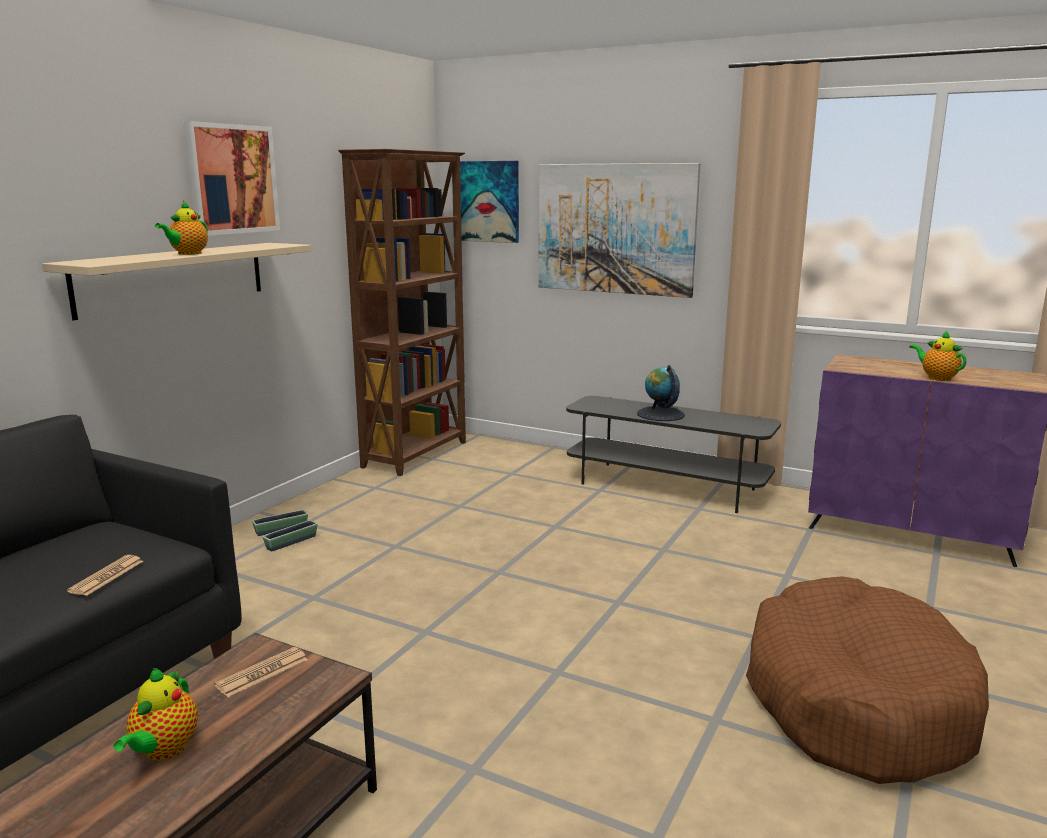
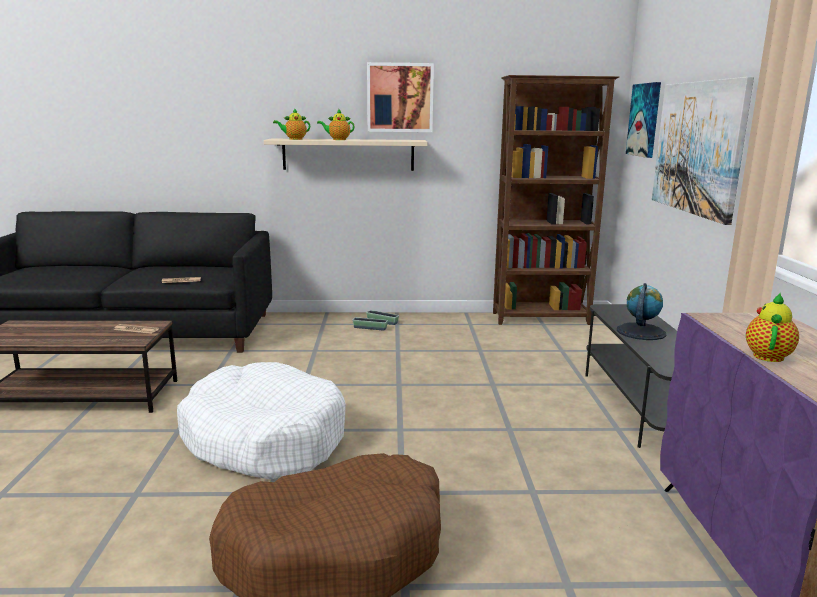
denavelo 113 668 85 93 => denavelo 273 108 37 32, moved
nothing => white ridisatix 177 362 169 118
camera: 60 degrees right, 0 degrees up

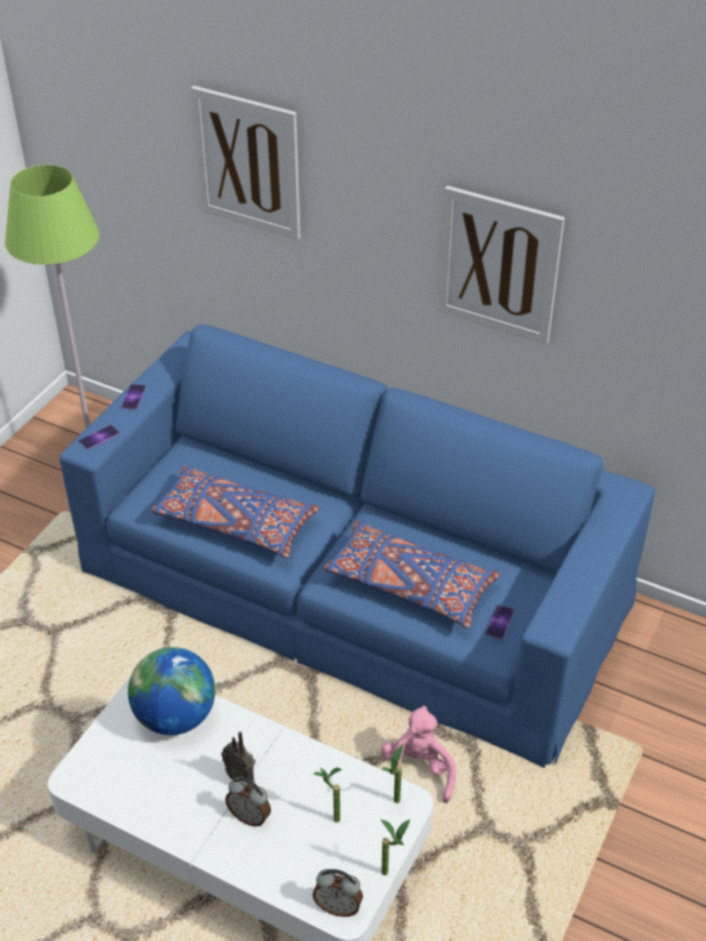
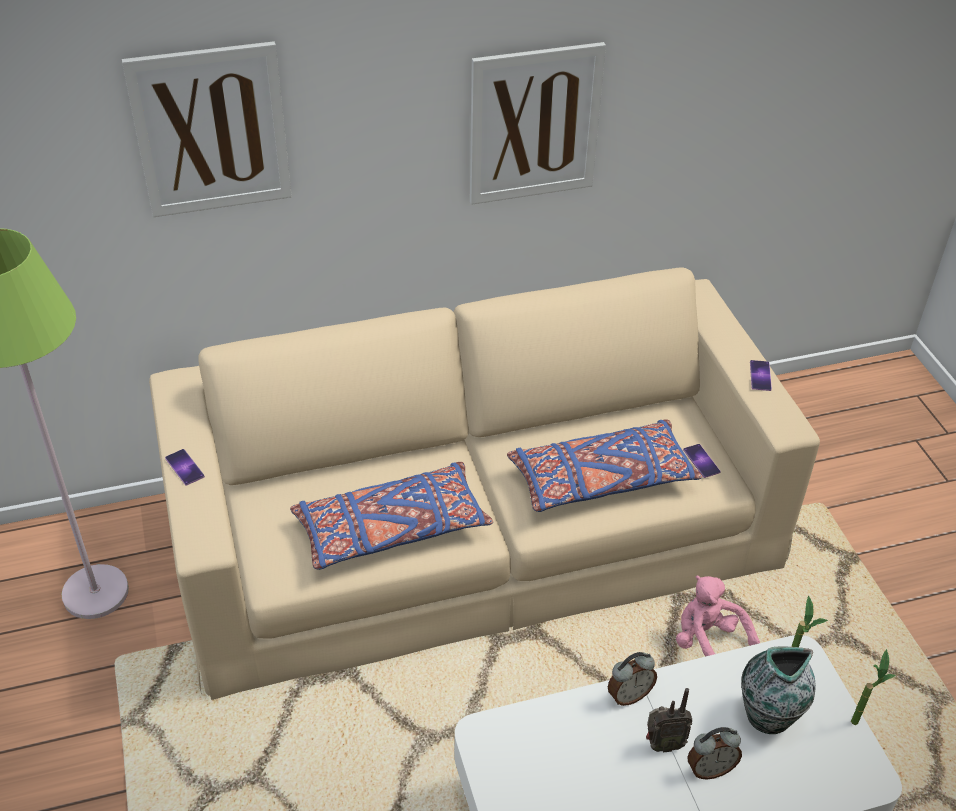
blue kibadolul 60 324 595 444 => beige kibadolul 149 267 671 433
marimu 79 425 41 25 => marimu 750 360 22 31, moved
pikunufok 128 647 87 88 => nothing
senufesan 314 768 28 54 => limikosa 741 647 75 87
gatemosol 313 869 50 48 => gatemosol 608 652 49 54, moved
camera: 45 degrees left, 0 degrees up

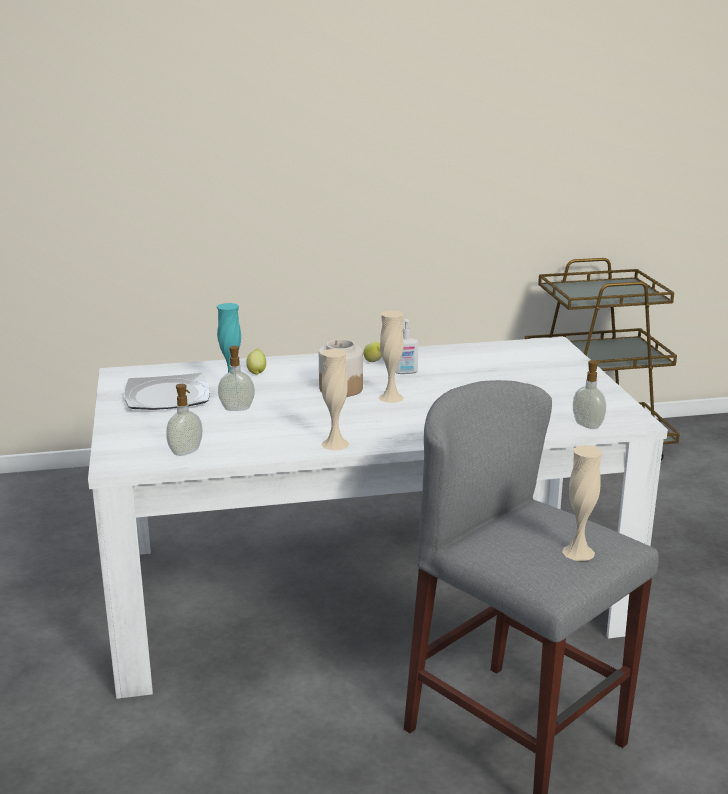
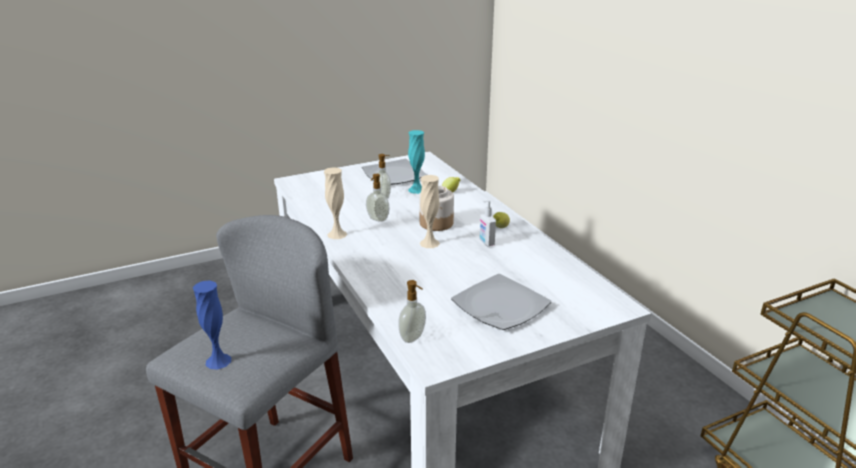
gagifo 166 384 36 72 => gagifo 366 174 23 48, moved
beige limikosa 562 445 41 116 => blue limikosa 193 280 38 90
nothing => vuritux 451 274 100 56
camera: 75 degrees right, 5 degrees up

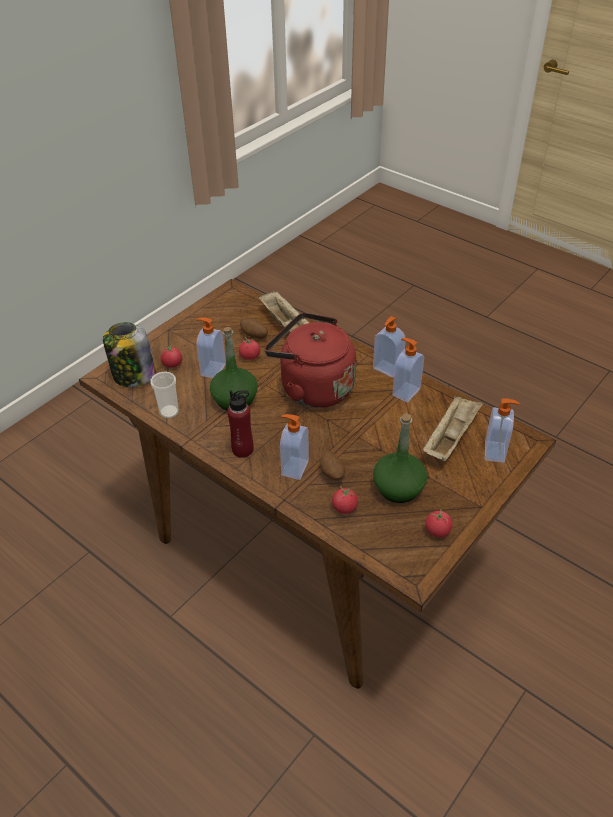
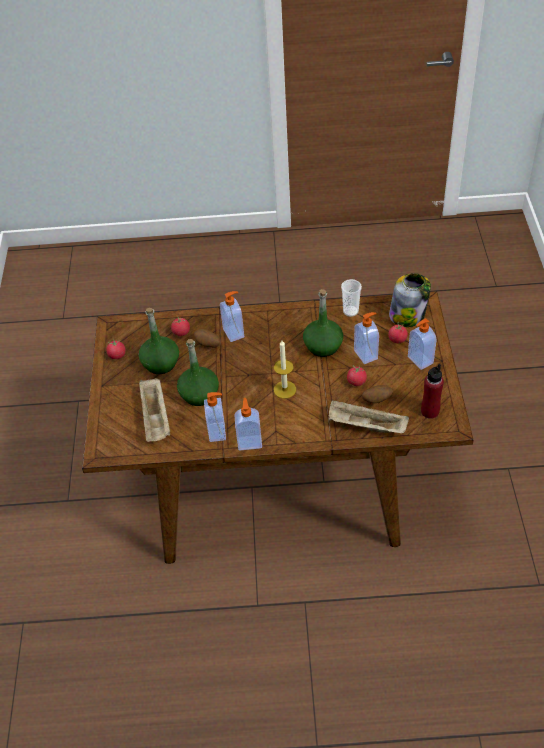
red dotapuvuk 265 312 91 96 => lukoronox 274 340 22 59
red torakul 227 390 27 68 => red torakul 421 364 23 55, moved
gagifo 485 398 34 65 => gagifo 408 318 29 52, moved
nothing => green torakul 177 339 42 67
camera: 140 degrees right, 5 degrees up

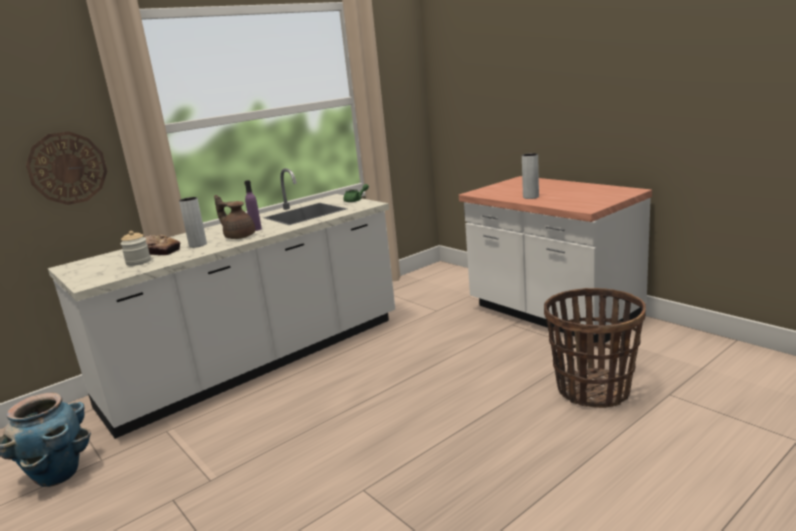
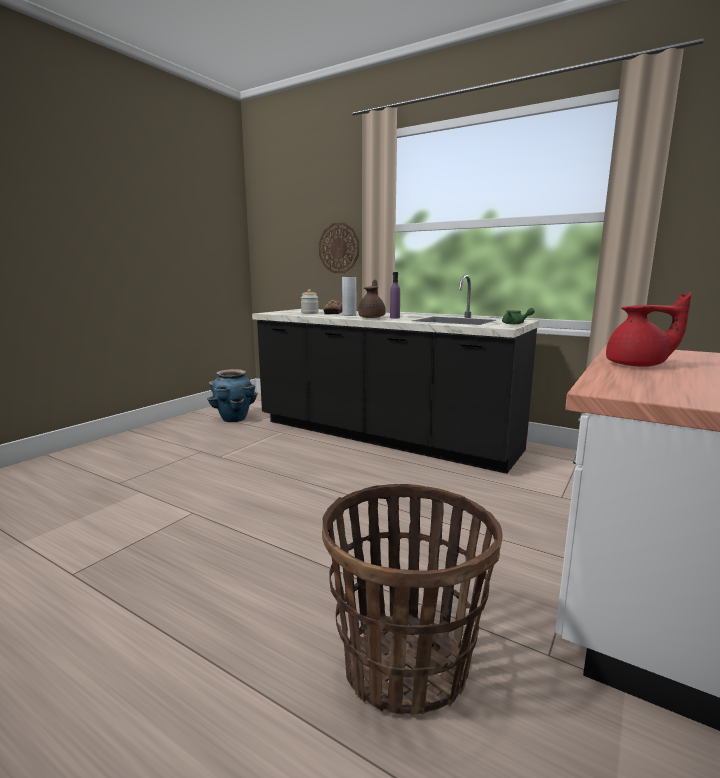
grey limikosa 522 153 17 46 => red denavelo 606 292 85 75
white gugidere 48 168 347 271 => black gugidere 252 275 288 199
camera: 70 degrees right, 5 degrees down

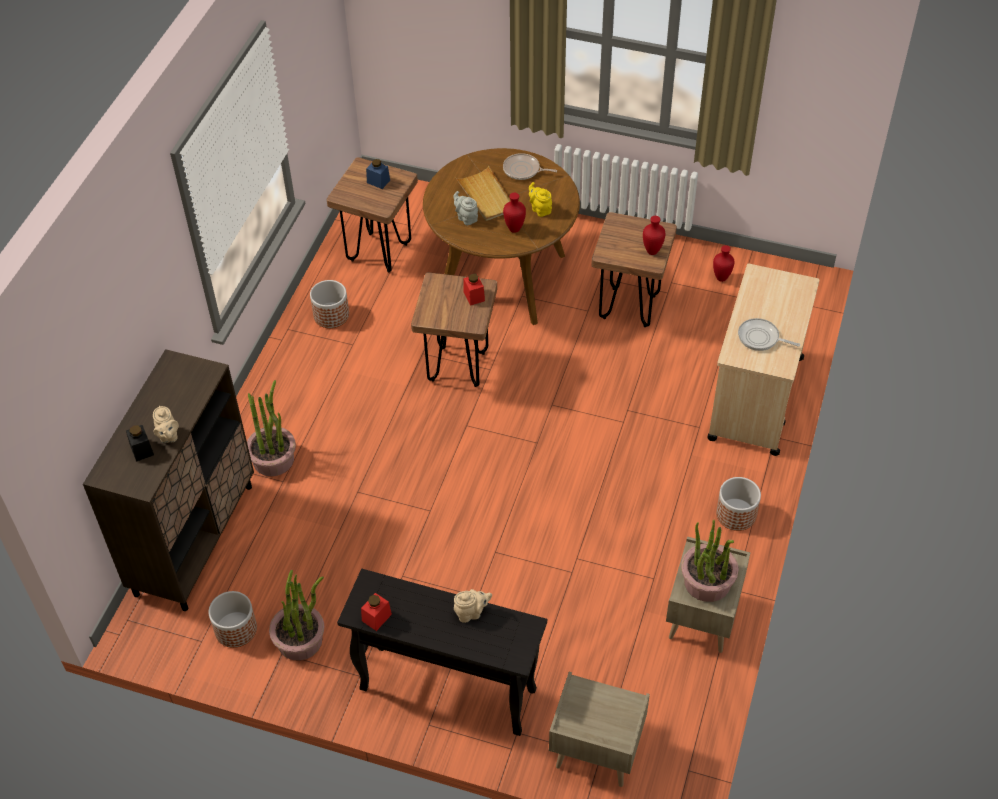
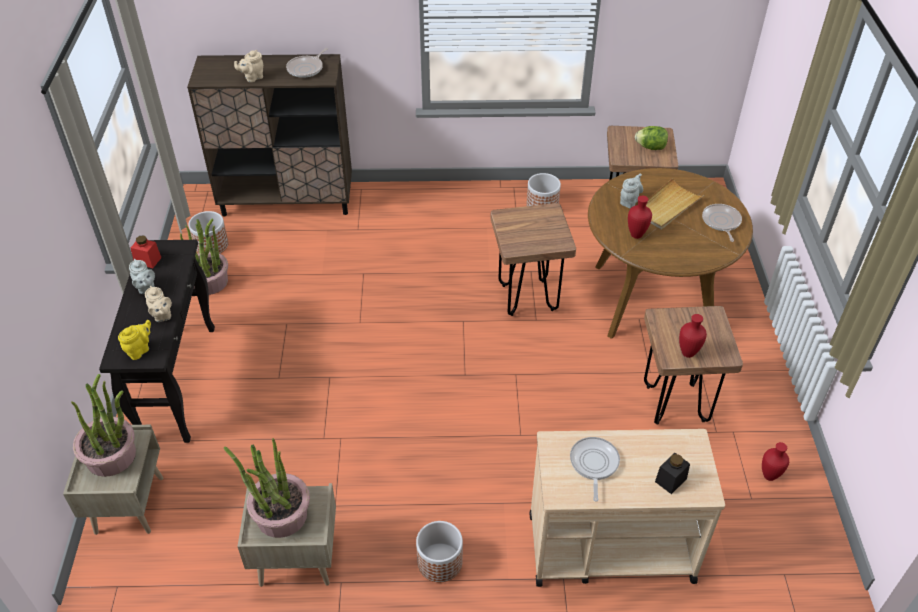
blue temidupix 366 159 24 30 => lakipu 635 126 33 24
yellow denavelo 529 182 23 35 => yellow denavelo 118 320 33 40, moved
red temidupix 463 274 22 32 => nothing
senufesan 247 380 49 96 => senufesan 71 374 65 103, moved
black temidupix 126 425 28 37 => black temidupix 655 453 35 41, moved
nothing => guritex 286 48 42 30
nothing => grey denavelo 129 259 26 35
camera: 70 degrees right, 5 degrees down

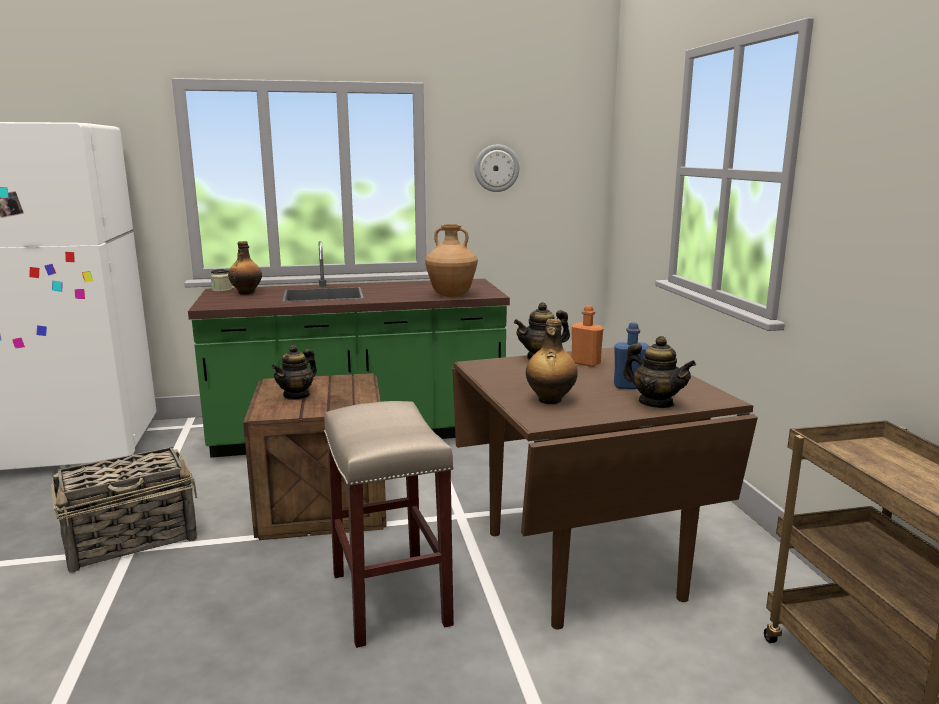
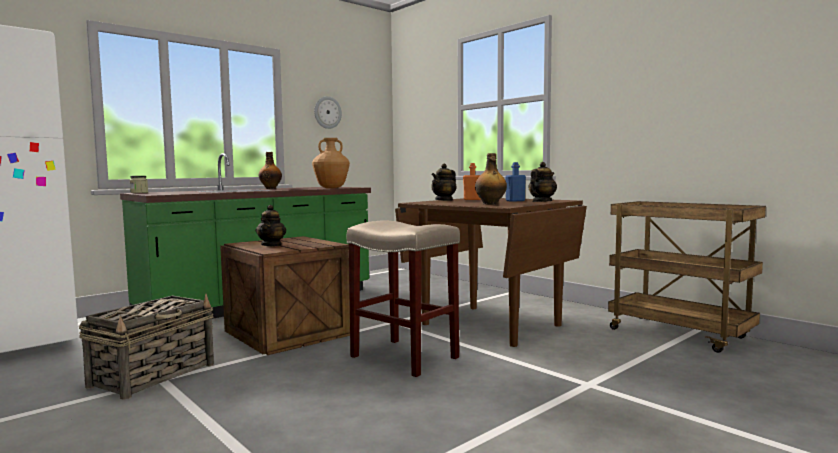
torakul 228 241 34 54 => torakul 258 152 24 37, moved
denavelo 623 336 73 72 => denavelo 528 162 29 40, 60 degrees counterclockwise
camera: 30 degrees left, 10 degrees down

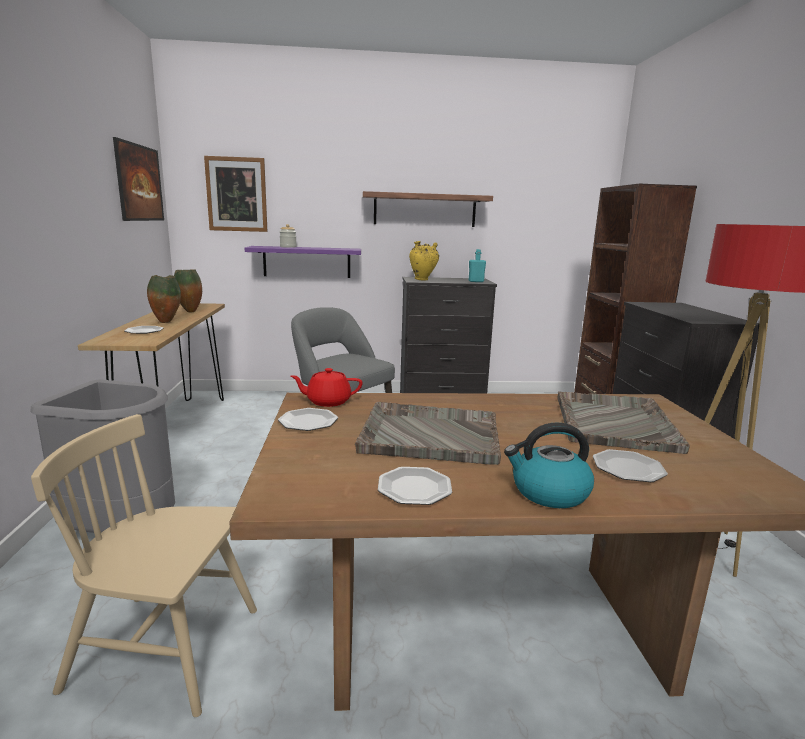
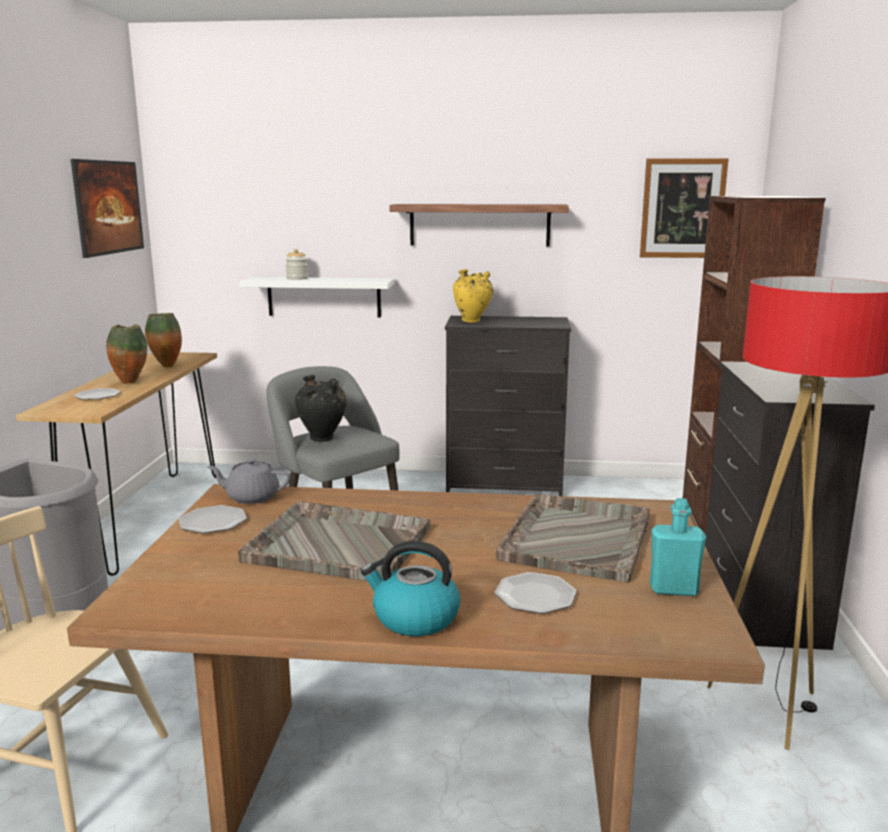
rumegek 204 156 64 76 => rumegek 640 158 89 100, moved
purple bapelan 244 246 117 32 => white bapelan 239 277 156 40
turquoise torakul 469 249 17 33 => turquoise torakul 650 498 56 98, moved
red denavelo 290 368 73 39 => grey denavelo 207 458 84 46
vuritux 378 467 74 38 => nothing
nothing => black limikosa 295 375 52 67
camera: 10 degrees right, 0 degrees up

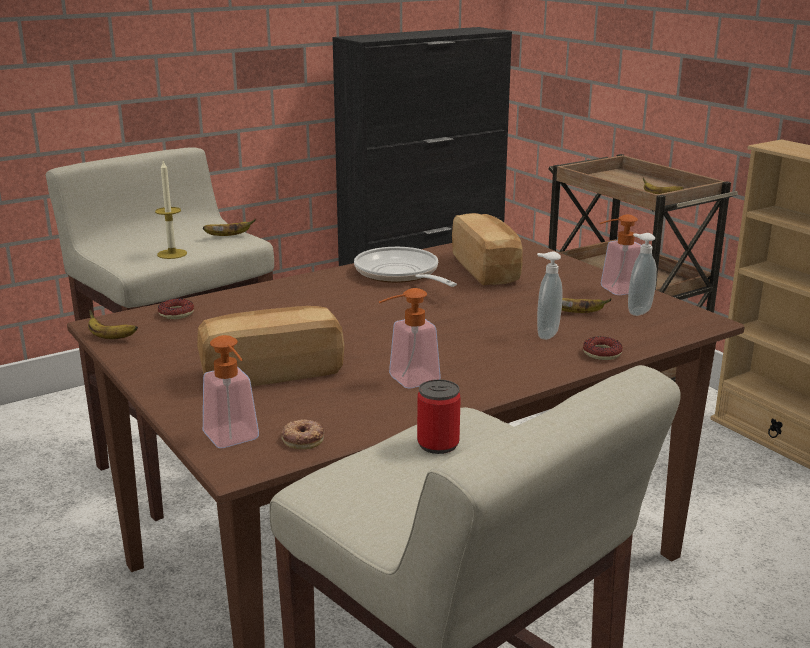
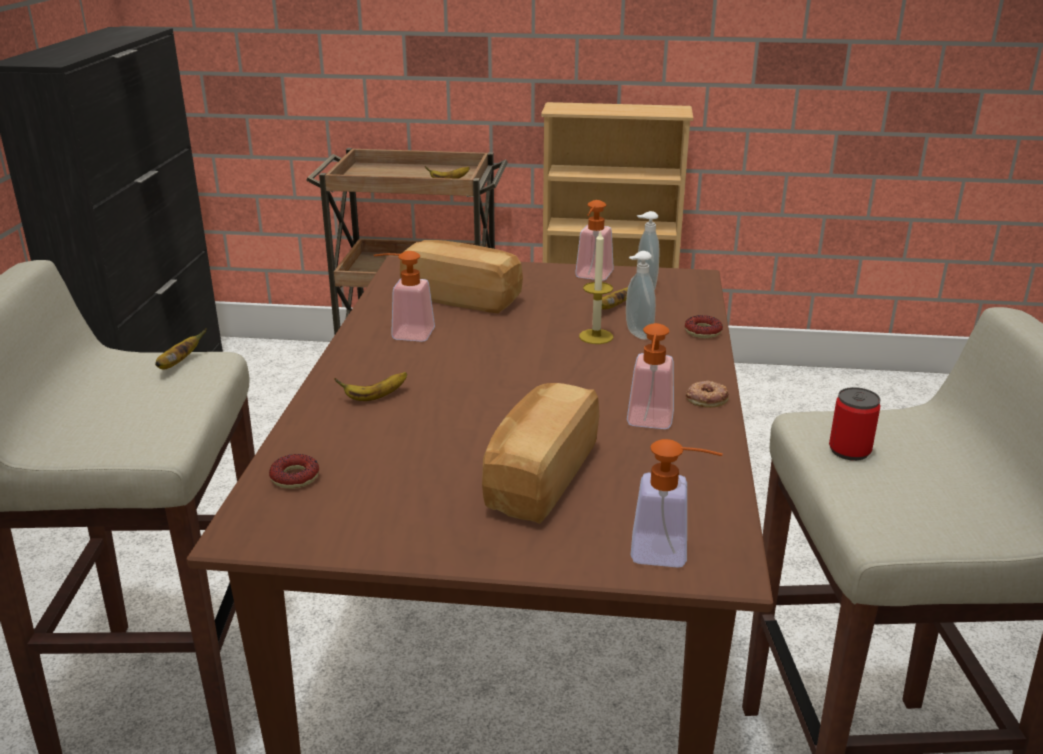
lukoronox 155 161 32 98 => lukoronox 579 230 34 114, moved
guritex 354 247 103 40 => gagifo 374 251 61 91
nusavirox 88 310 50 29 => nusavirox 334 372 73 29, moved
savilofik 281 419 44 31 => savilofik 686 380 43 28, moved
camera: 50 degrees left, 5 degrees up

